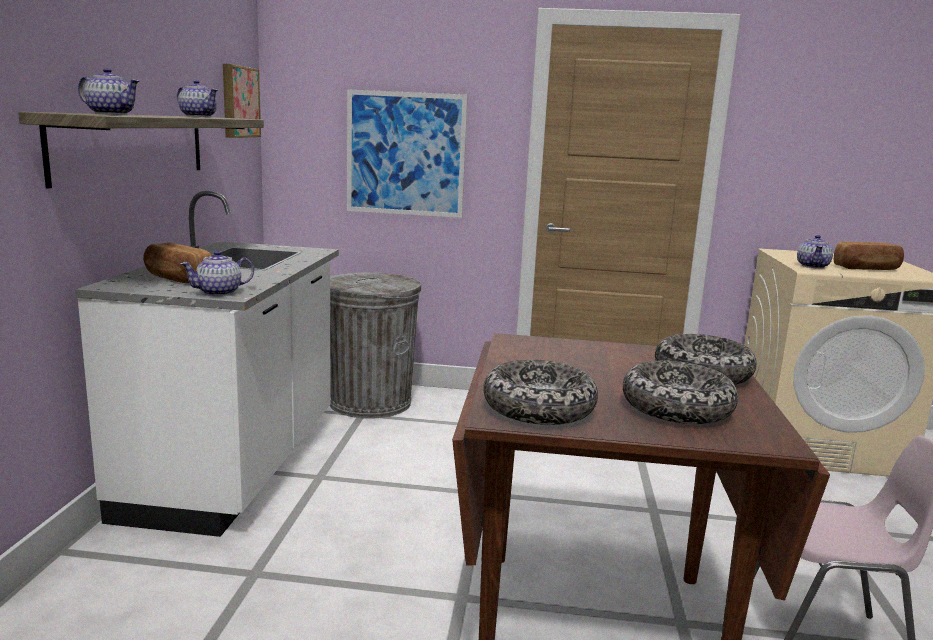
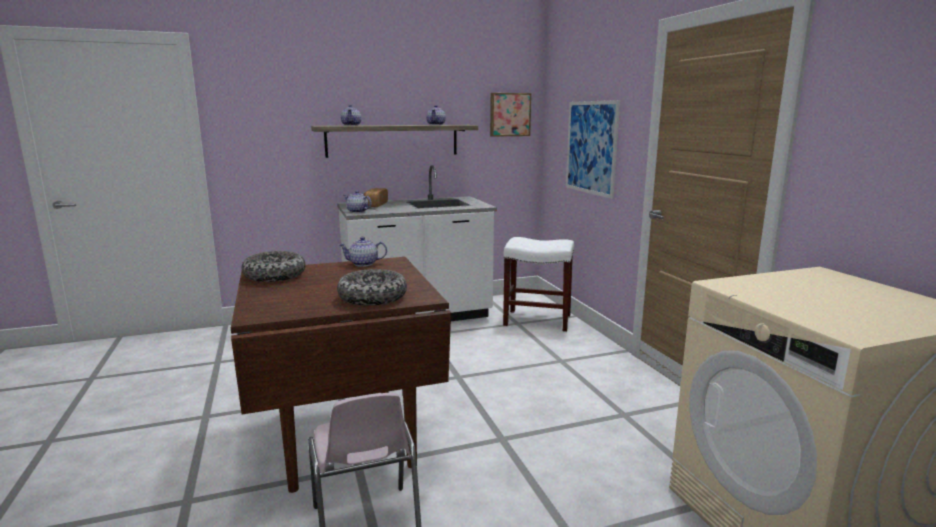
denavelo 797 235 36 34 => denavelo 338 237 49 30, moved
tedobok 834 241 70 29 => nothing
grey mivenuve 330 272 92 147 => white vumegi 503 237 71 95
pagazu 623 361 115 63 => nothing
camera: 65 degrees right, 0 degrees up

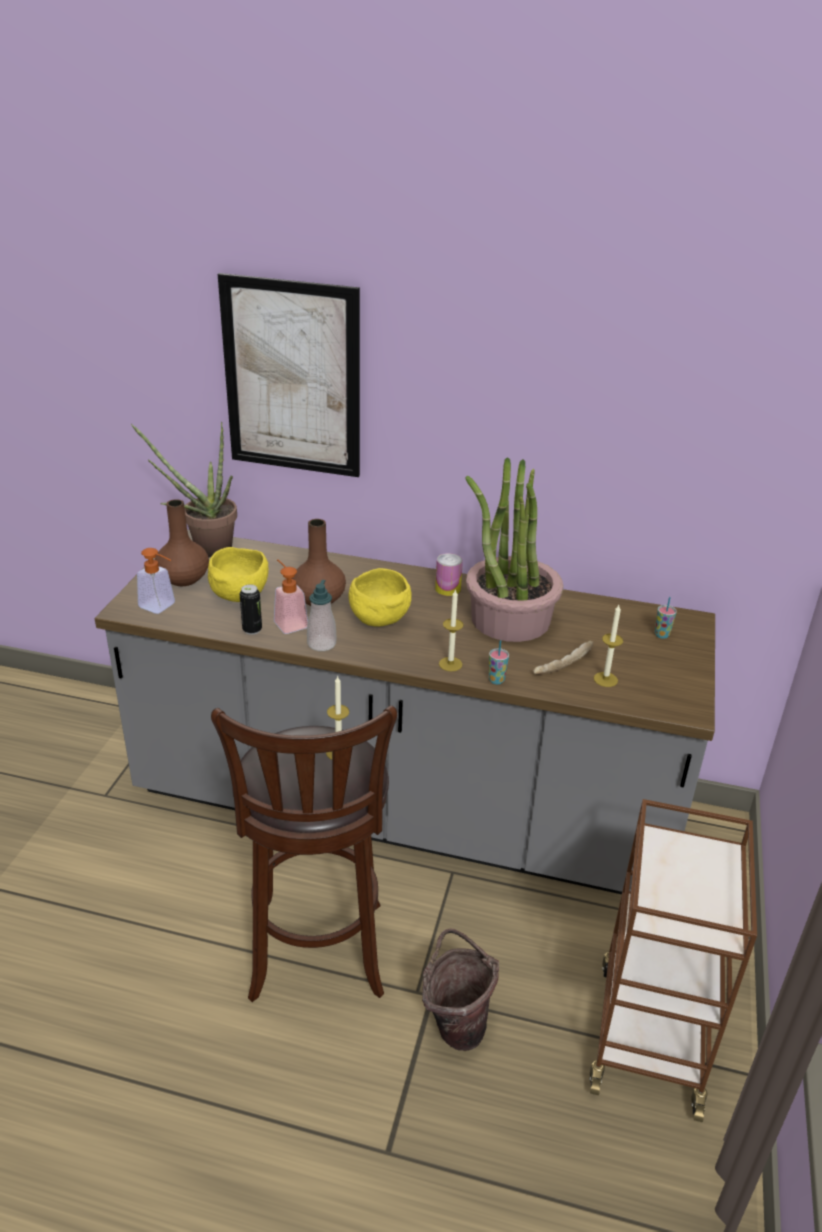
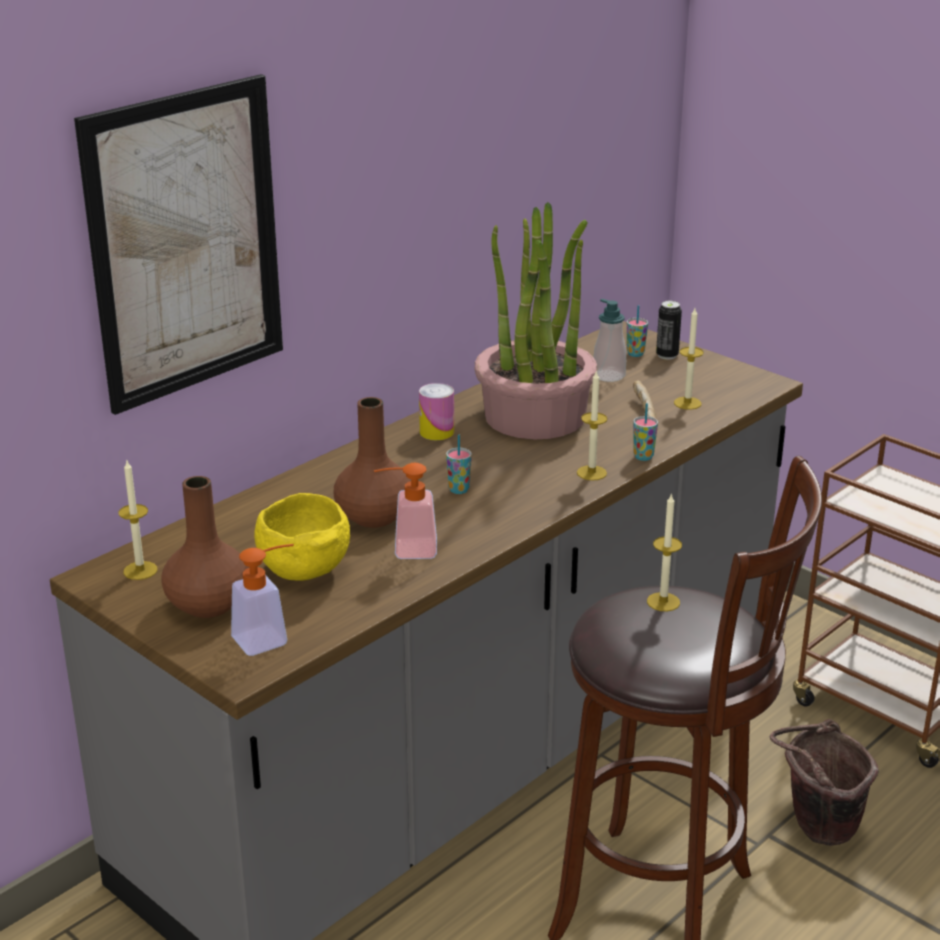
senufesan 131 422 106 135 => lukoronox 119 461 38 119
yellow pagazu 349 568 63 59 => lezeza 446 435 26 59
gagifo 307 580 29 71 => gagifo 593 299 33 83, moved
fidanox 240 584 22 51 => fidanox 656 301 26 59, moved
camera: 60 degrees left, 5 degrees down

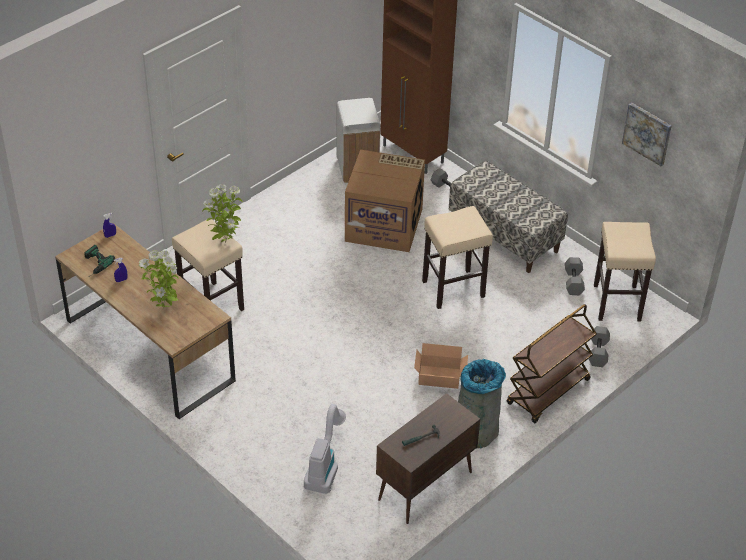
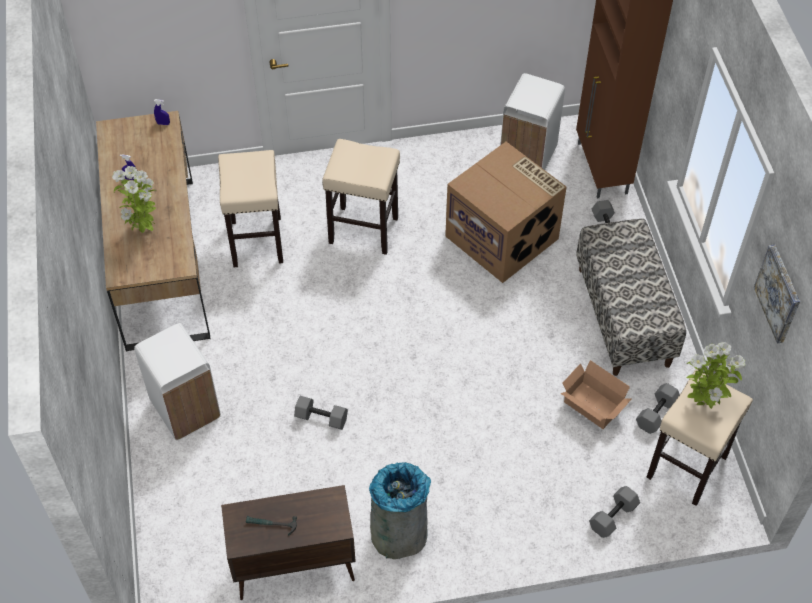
senufesan 202 184 41 59 => senufesan 687 342 59 67, moved
beige vumegi 422 206 71 103 => beige vumegi 322 139 78 116, moved
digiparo 84 245 31 31 => nothing
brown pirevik 507 304 90 119 => nothing
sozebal 414 343 54 46 => sozebal 560 360 71 69, moved
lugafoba 304 404 42 90 => nothing
nothing => white mivenuve 134 323 87 118
nothing => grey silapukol 294 396 54 34
camera: 35 degrees right, 10 degrees up

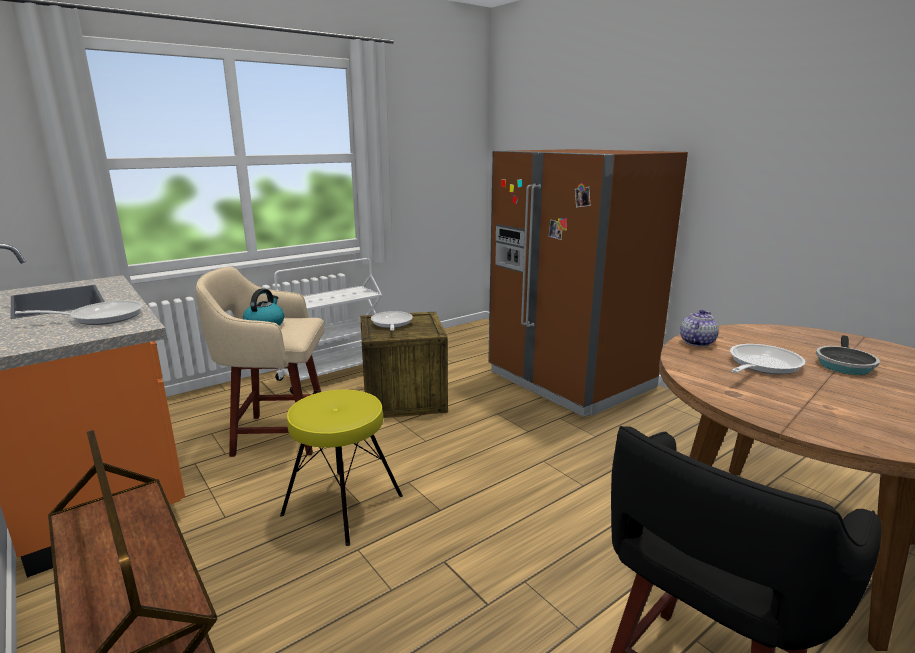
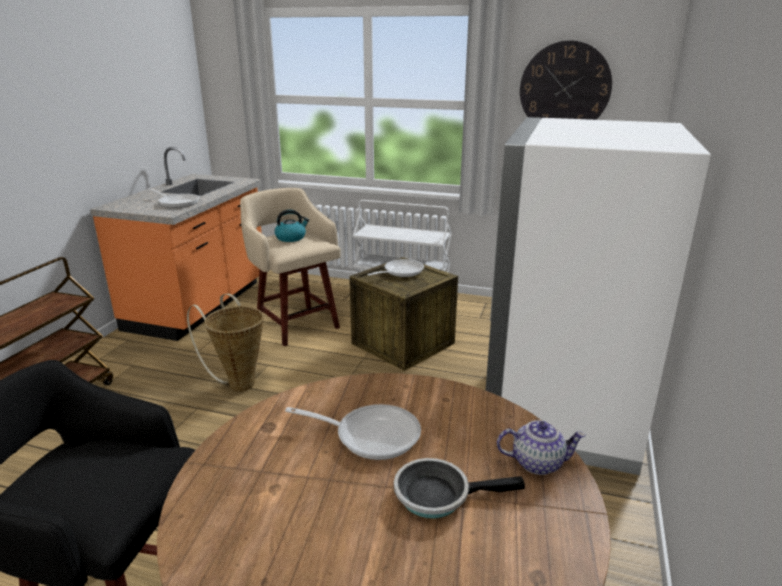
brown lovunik 488 149 200 268 => white lovunik 485 117 226 358
denavelo 680 310 39 37 => denavelo 497 420 89 55, moved
yellow vumegi 280 390 123 156 => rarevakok 187 293 77 98
nothing => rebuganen 520 40 92 80
camera: 55 degrees right, 5 degrees up

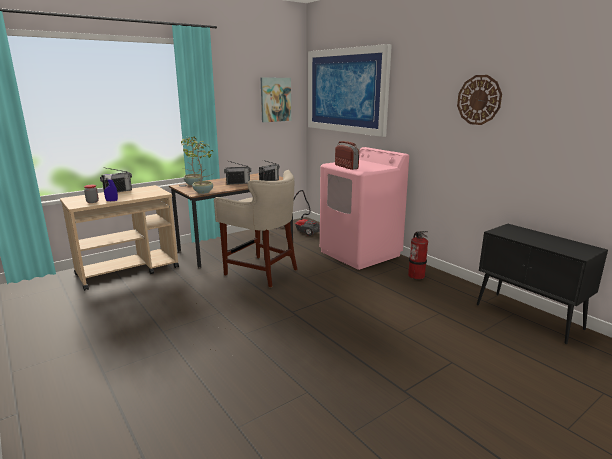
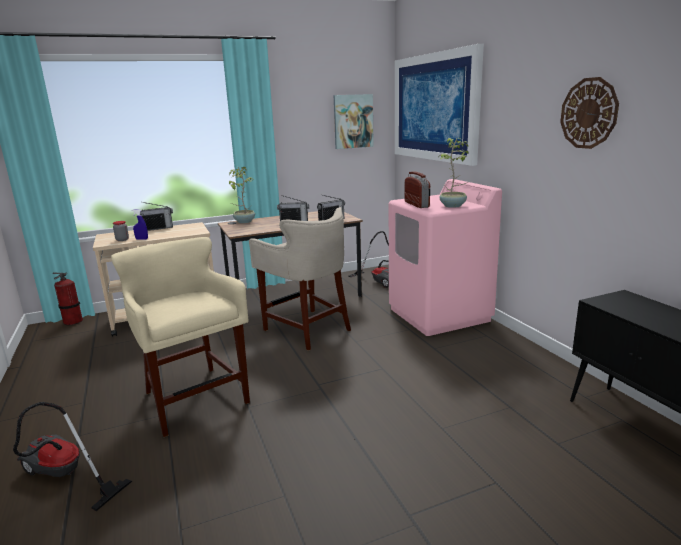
senufesan 188 141 25 53 => senufesan 440 138 29 70, moved
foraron 408 231 20 49 => foraron 53 273 30 52, moved
nothing => beige vumegi 111 237 139 200
nothing => lugafoba 13 402 120 109
camera: 15 degrees right, 0 degrees up

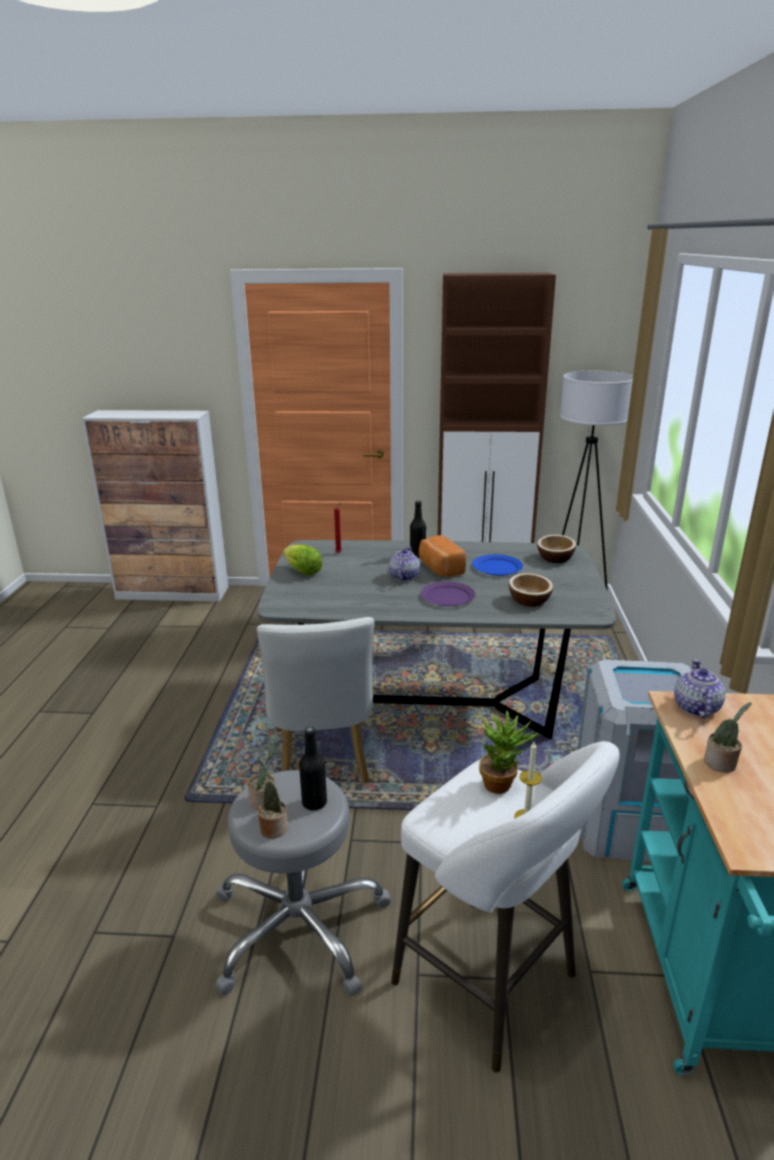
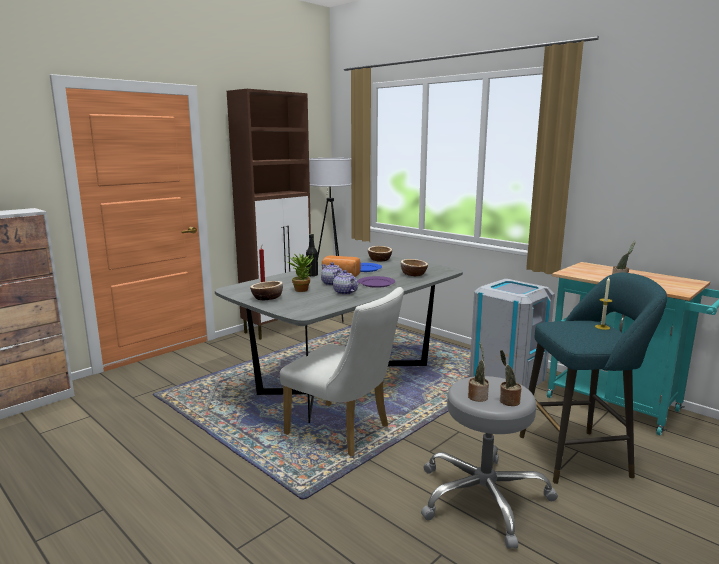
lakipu 283 545 39 30 => pagazu 250 281 33 19
denavelo 674 659 51 59 => denavelo 333 270 25 25, moved
senufesan 476 710 63 84 => senufesan 288 254 26 38, moved
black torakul 299 727 28 84 => nothing
white vumegi 391 741 229 332 => turquoise vumegi 519 273 148 211
camera: 50 degrees left, 10 degrees down

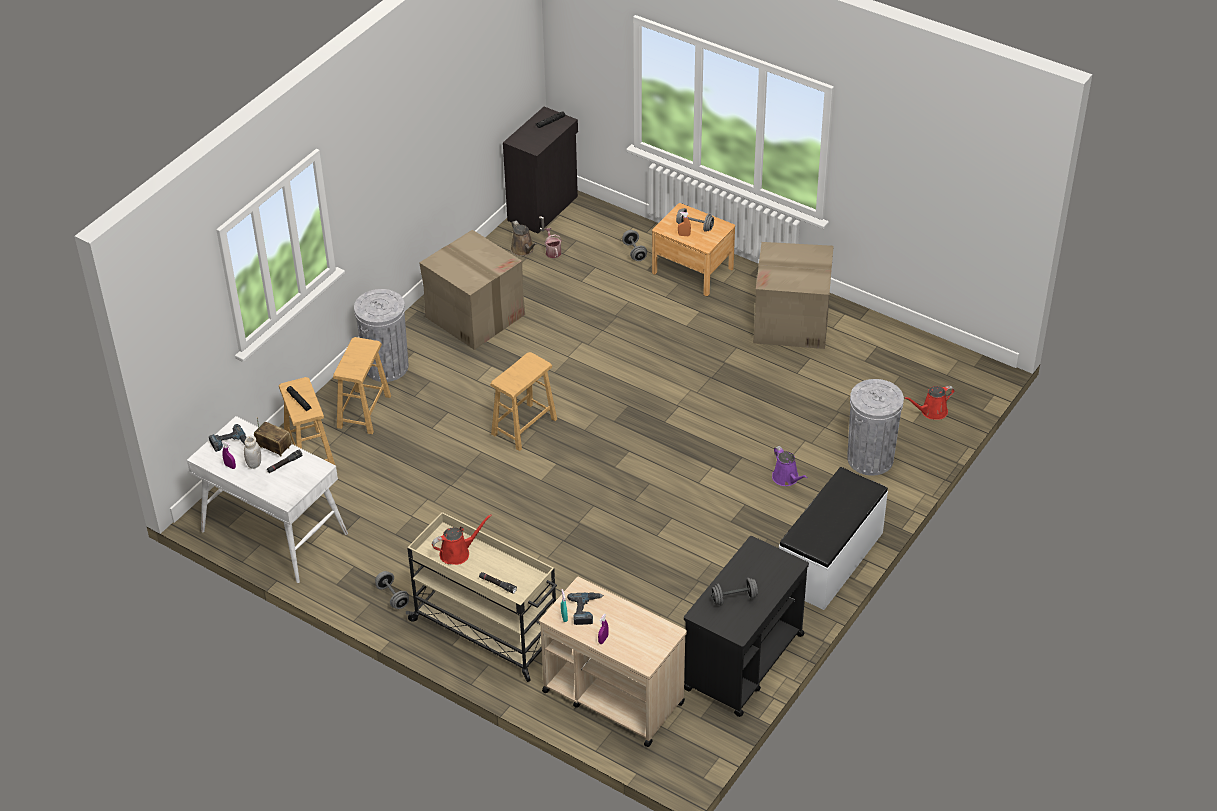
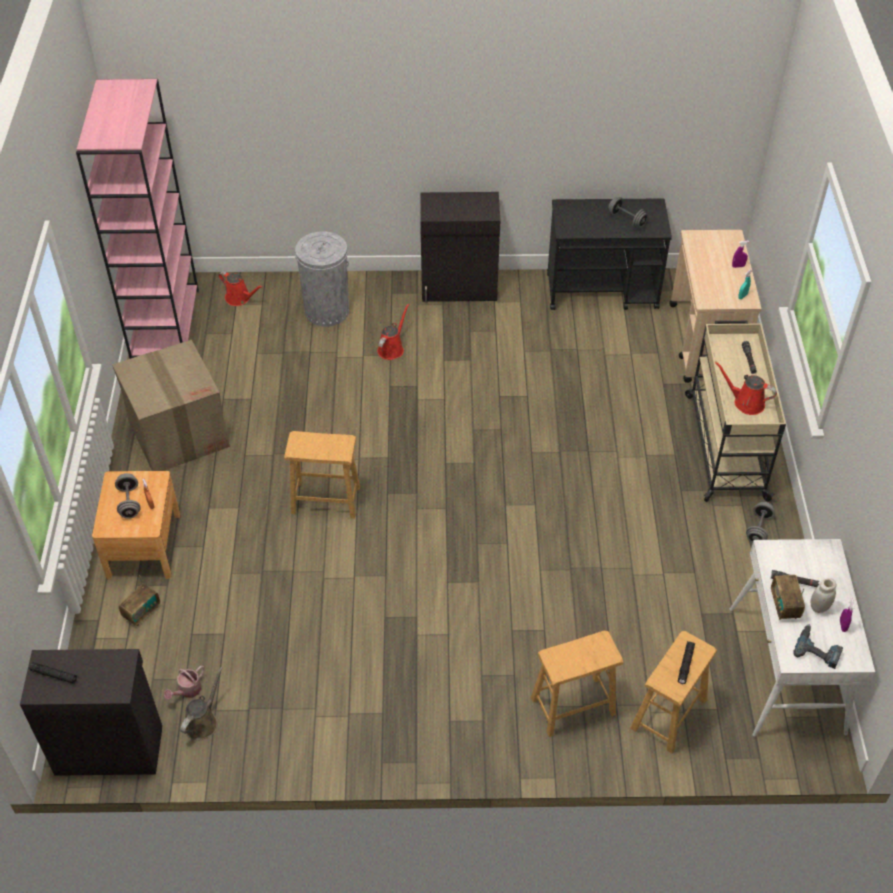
sozebal 419 230 106 120 => nothing
grey silapukol 622 230 25 31 => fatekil 119 575 41 51
grey mivenuve 354 289 54 93 => nothing
brown vumegi 490 352 67 99 => brown vumegi 284 431 76 88, moved
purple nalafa 772 446 36 40 => red nalafa 377 304 32 56
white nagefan 779 467 109 143 => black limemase 420 192 80 111
digiparo 567 593 37 32 => nothing
nothing => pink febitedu 76 79 123 280
camera: 125 degrees left, 5 degrees up

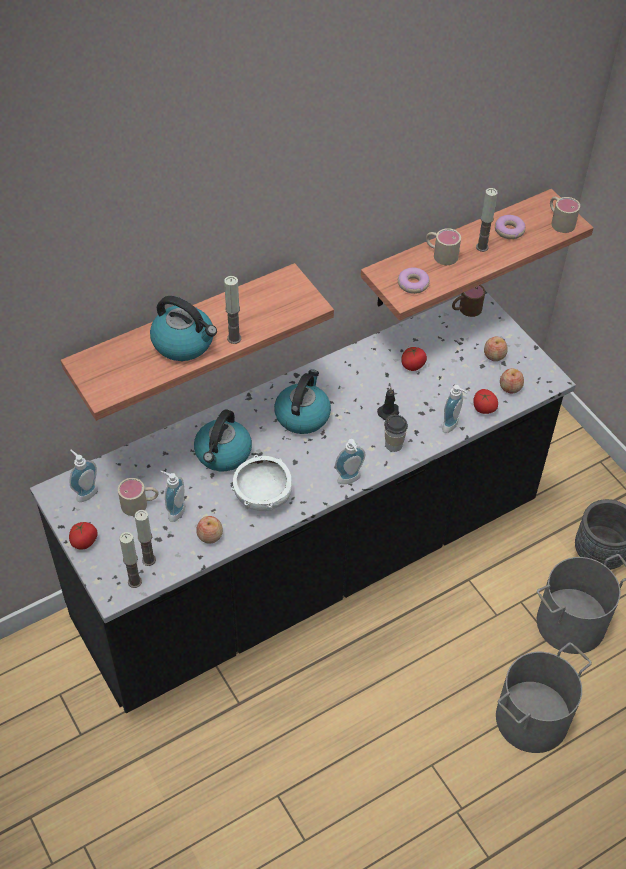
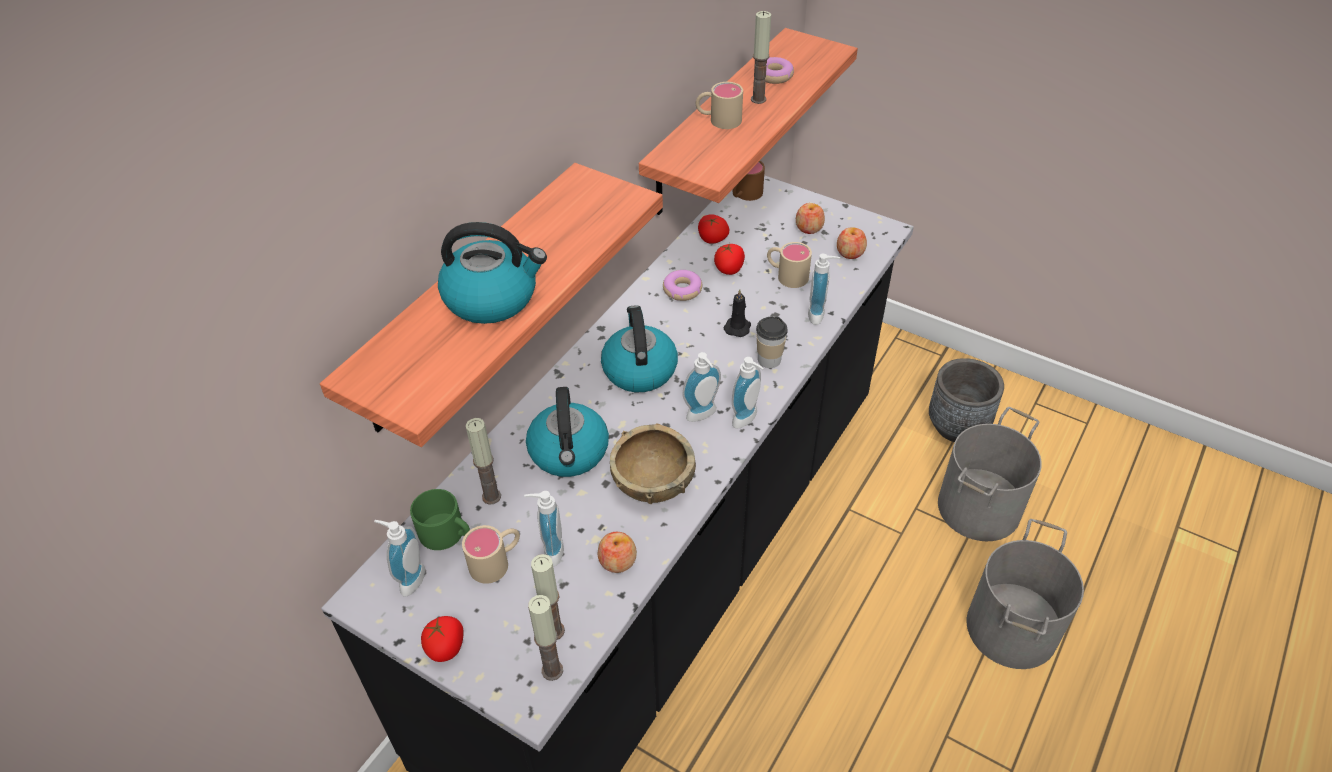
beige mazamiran 550 197 30 36 => beige mazamiran 767 242 45 46, moved
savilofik 398 268 32 26 => savilofik 663 270 39 31, moved
lukoronox 224 276 17 68 => lukoronox 466 418 35 87, moved
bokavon 473 389 25 25 => bokavon 698 214 31 30, moved
white pagazu 231 455 61 56 => brown pagazu 610 423 86 81
nothing => gagifo 683 352 38 70
nothing => green mazamiran 410 489 60 61
camera: 25 degrees left, 5 degrees down

